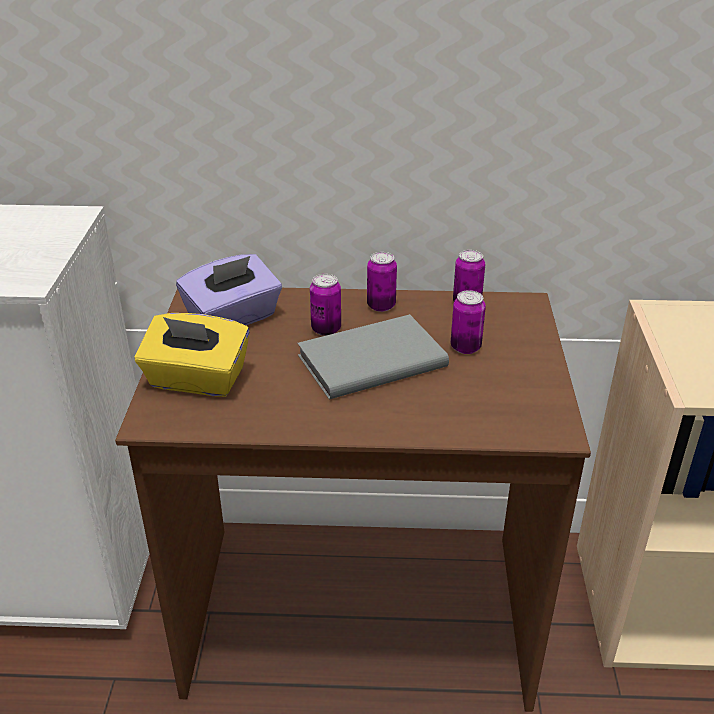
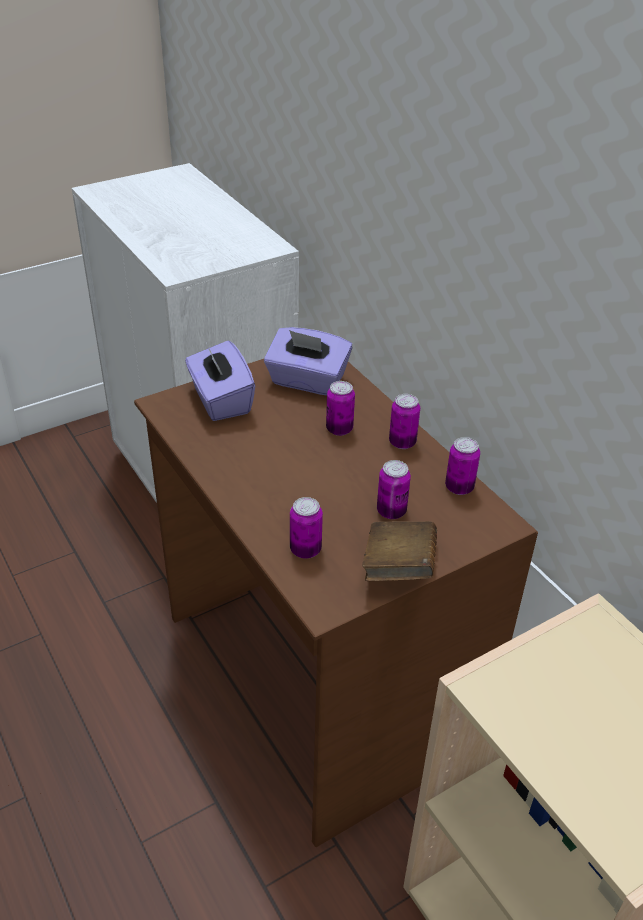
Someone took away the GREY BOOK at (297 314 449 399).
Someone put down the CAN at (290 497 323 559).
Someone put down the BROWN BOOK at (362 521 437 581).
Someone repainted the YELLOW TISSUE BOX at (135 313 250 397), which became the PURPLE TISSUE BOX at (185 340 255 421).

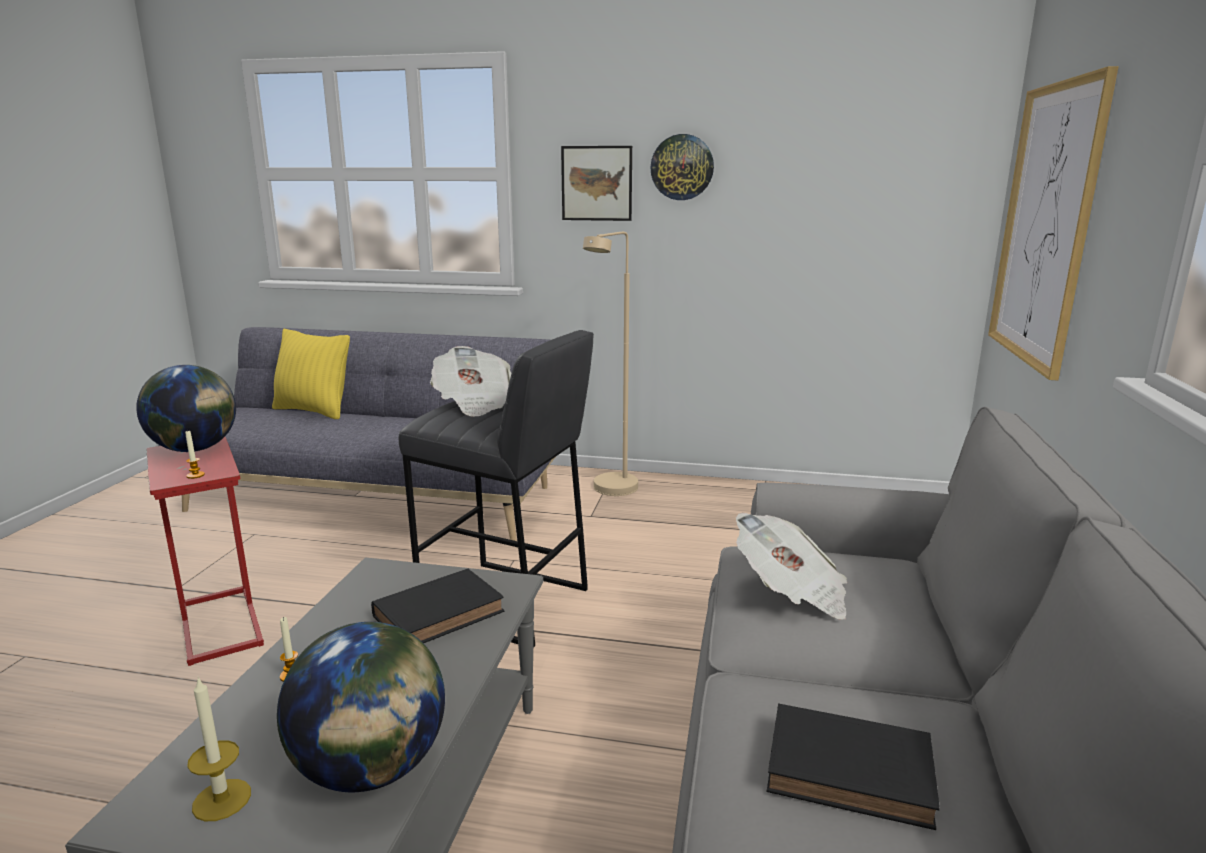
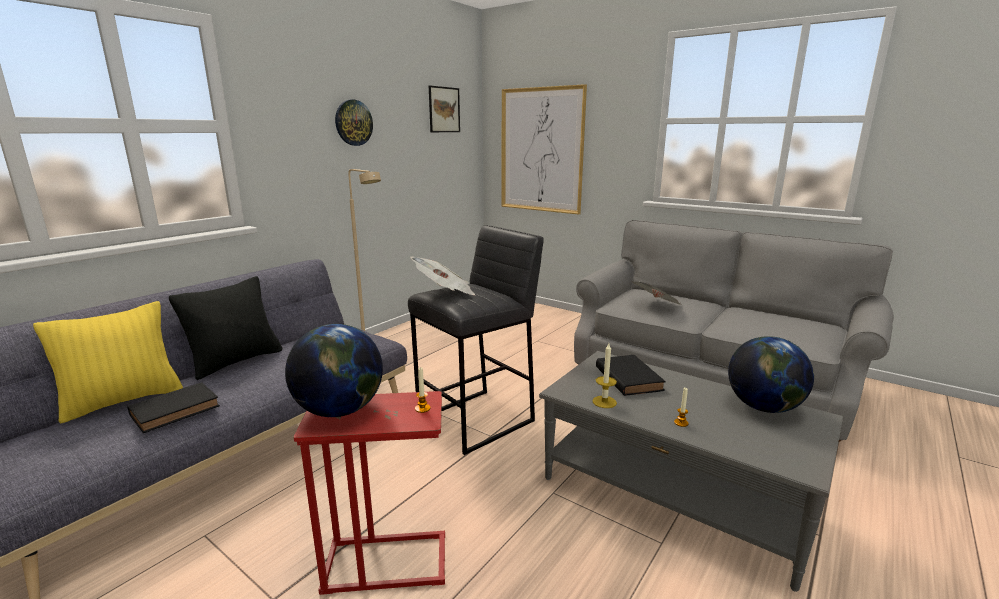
Someone put down the BLACK PILLOW at (169 276 282 380).
Someone carried the CANDLE from (187 676 251 821) to (592 343 617 408).
Someone carried the PICTURE from (561 146 632 221) to (429 86 460 132).
Someone carried the BLACK BOOK from (767 703 940 830) to (127 382 220 433).

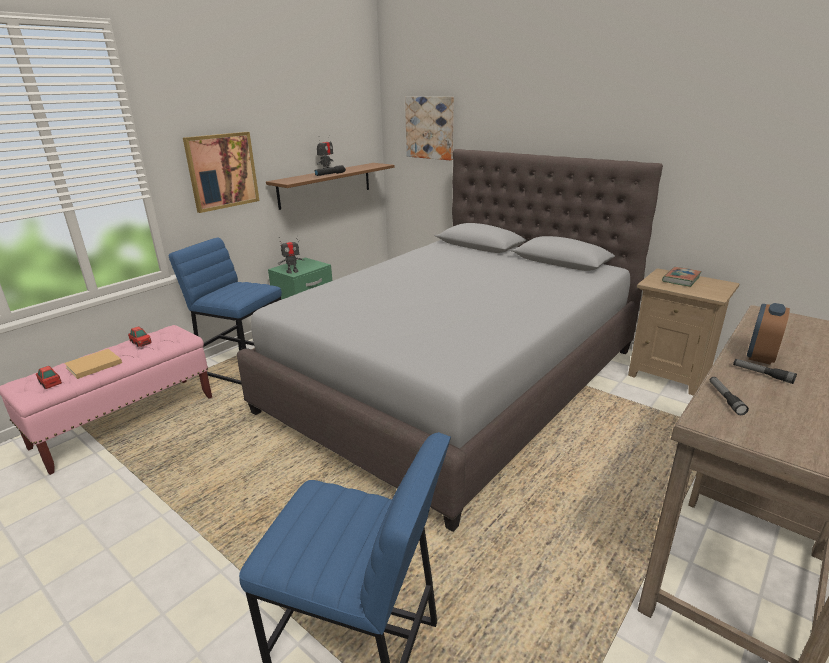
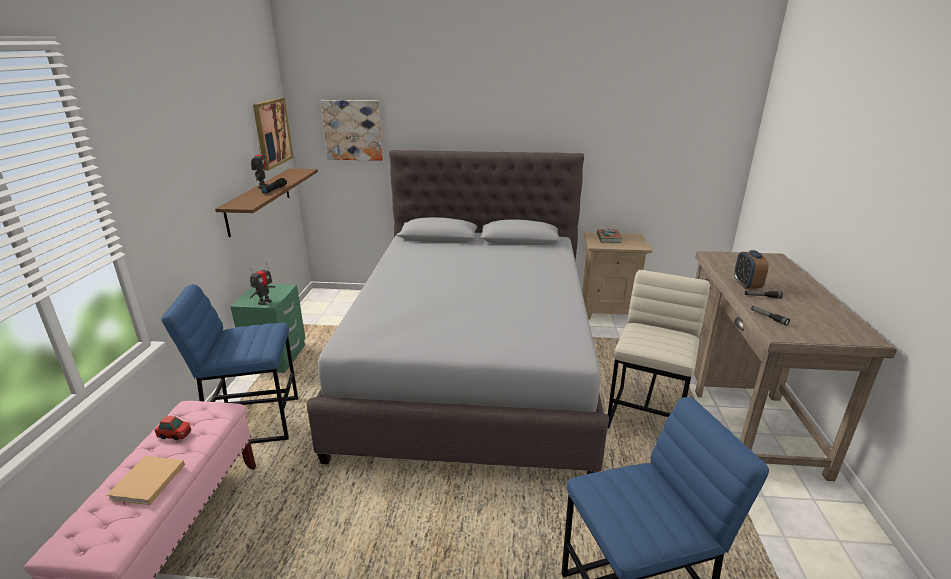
Someone took away the TOY CAR at (36 366 62 389).
Someone put down the BEIGE CHAIR at (608 270 710 428).
Someone carried the PICTURE from (183 132 259 213) to (253 98 294 171).

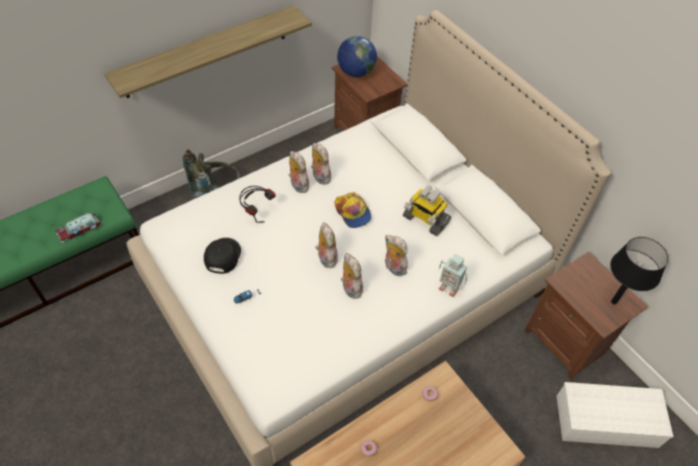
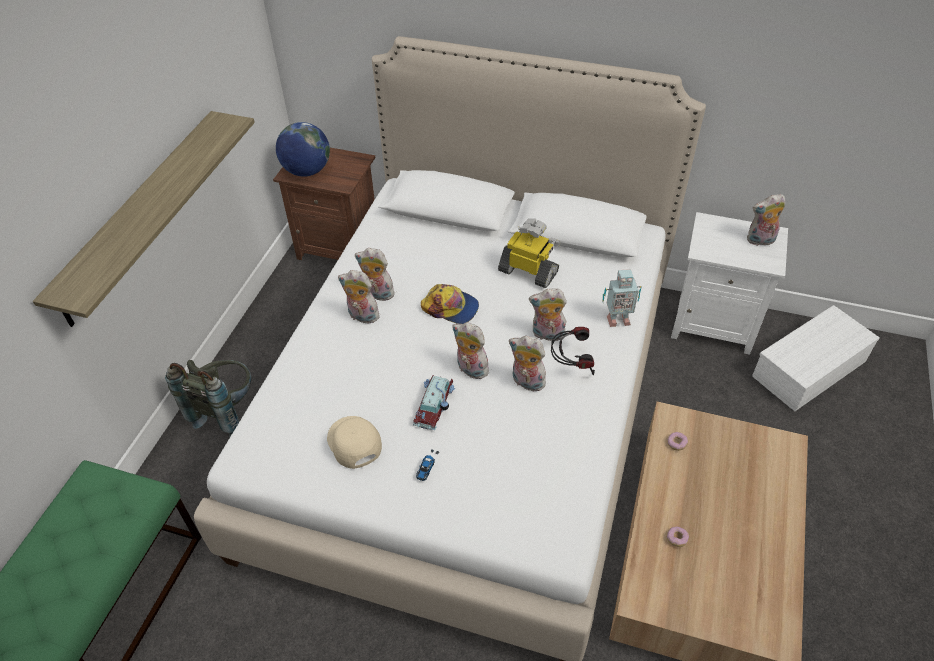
Someone carried the TOY CAR from (55 213 102 243) to (413 375 455 430).
Someone carried the HEADPHONES from (239 186 276 223) to (551 327 595 375).
Someone swapped the BLACK TABLE LAMP at (610 237 668 304) for the PLUSH TOY at (747 194 785 246).
Someone repainted the BLACK CAP at (204 238 241 274), which became the BEIGE CAP at (327 416 382 469).
Someone repainted the BROWN NIGHTSTAND at (525 252 648 380), which became the WHITE NIGHTSTAND at (671 212 788 355).
Someone rotated the TOY ROBOT at (403 185 451 236) by 150 degrees counterclockwise.

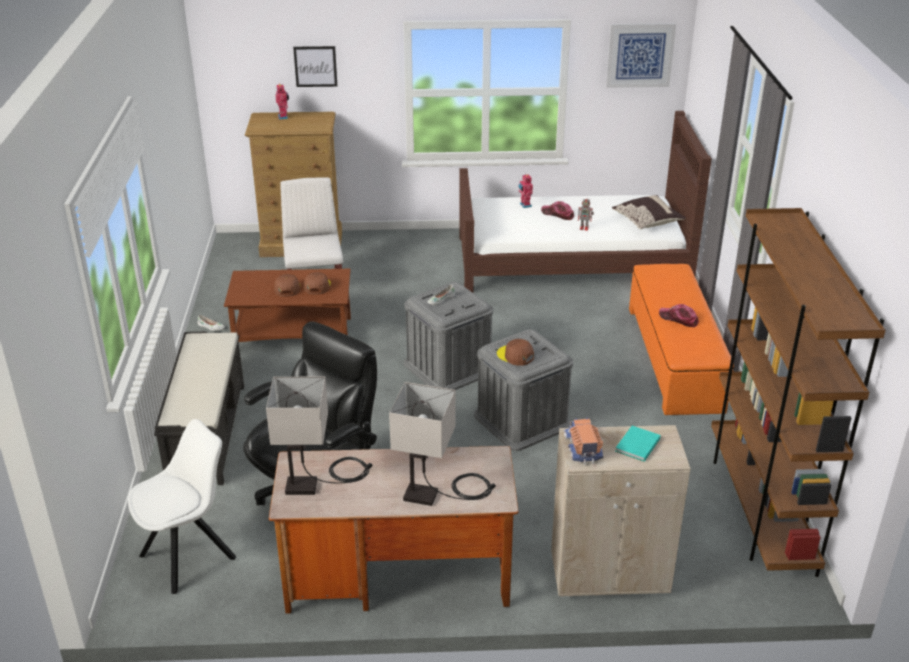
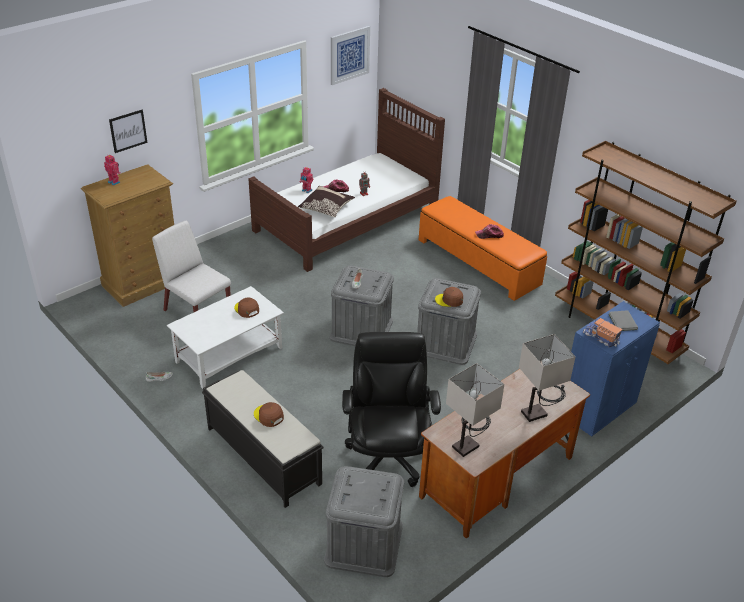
Someone carried the BROWN CAP from (274 274 300 297) to (254 402 284 427).
Someone carried the PILLOW from (612 195 686 229) to (298 186 355 217).
Someone swapped the WHITE CHAIR at (128 419 236 594) for the GREY STORAGE BOX at (324 466 404 577).
Someone repainted the BROWN COFFEE TABLE at (224 269 351 342), which became the WHITE COFFEE TABLE at (167 286 284 389).
Someone repainted the BEIGE CABINET at (551 425 691 596), which became the BLUE CABINET at (570 301 660 437).
Someone repainted the TURQUOISE BOOK at (615 426 661 462), which became the GREY BOOK at (608 310 638 331).

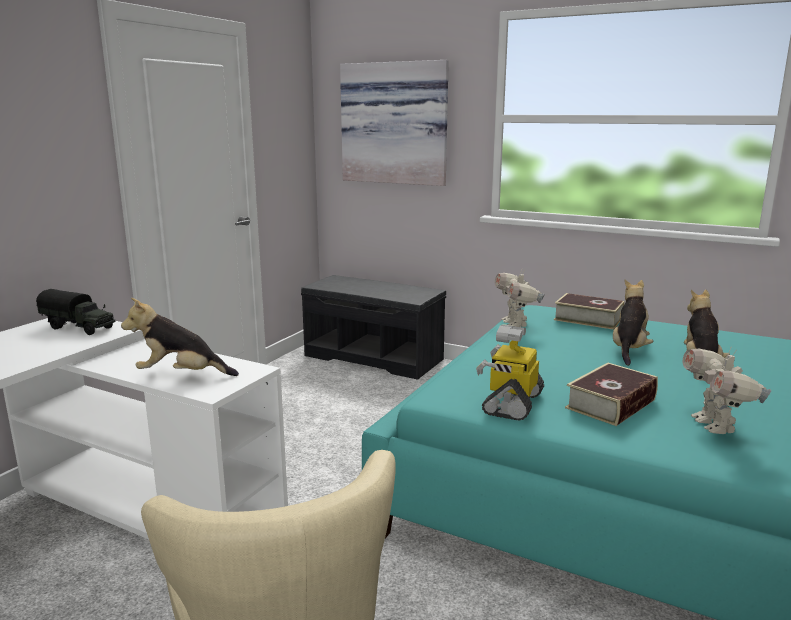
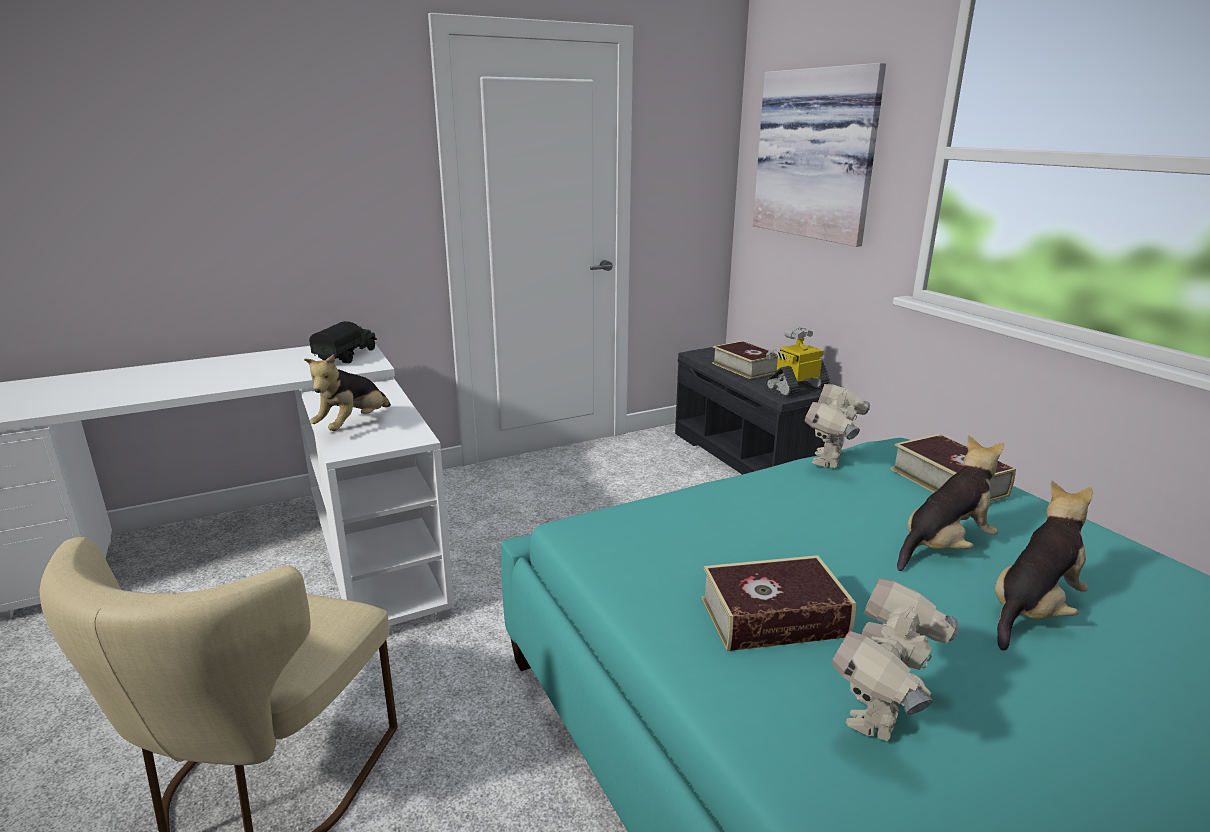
Someone put down the BOOK at (712 341 778 379).
Someone carried the TOY ROBOT from (476 324 544 420) to (765 326 830 397).
Someone rotated the TOY TRUCK at (36 289 116 335) by 135 degrees counterclockwise.
Someone rotated the PLUSH TOY at (121 298 239 376) by 105 degrees counterclockwise.

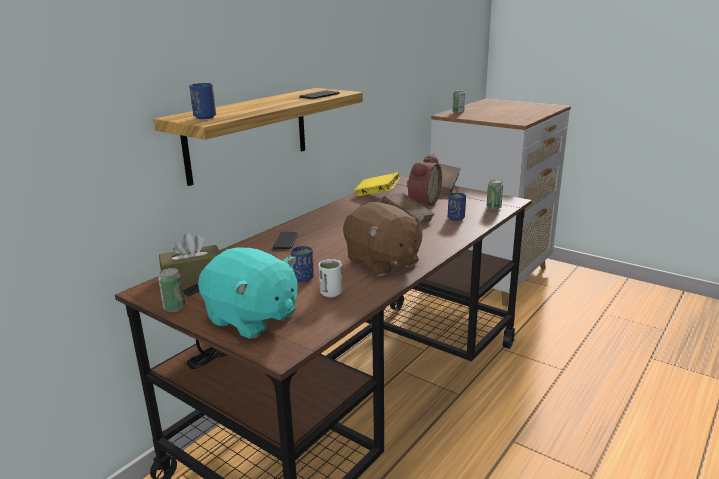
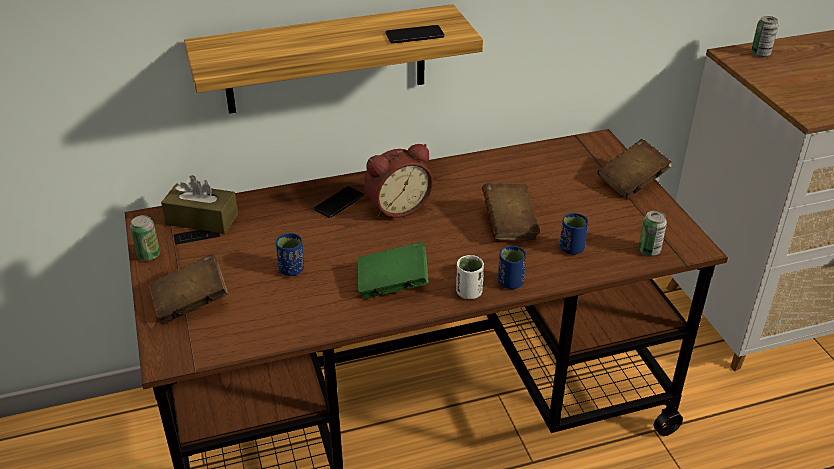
Someone took away the YELLOW BOOK at (354 172 400 196).
Someone carried the BLUE CUP from (189 83 216 119) to (498 246 526 289).
Someone carried the WHITE CUP from (319 259 343 297) to (456 255 484 299).
Someone carried the ALARM CLOCK from (407 154 442 206) to (364 144 433 218).
Someone swapped the TURQUOISE PLUSH TOY at (198 247 298 339) for the BROWN BOOK at (149 254 228 324).
Someone swapped the BROWN PLUSH TOY at (343 202 424 276) for the GREEN BOOK at (358 242 429 299).

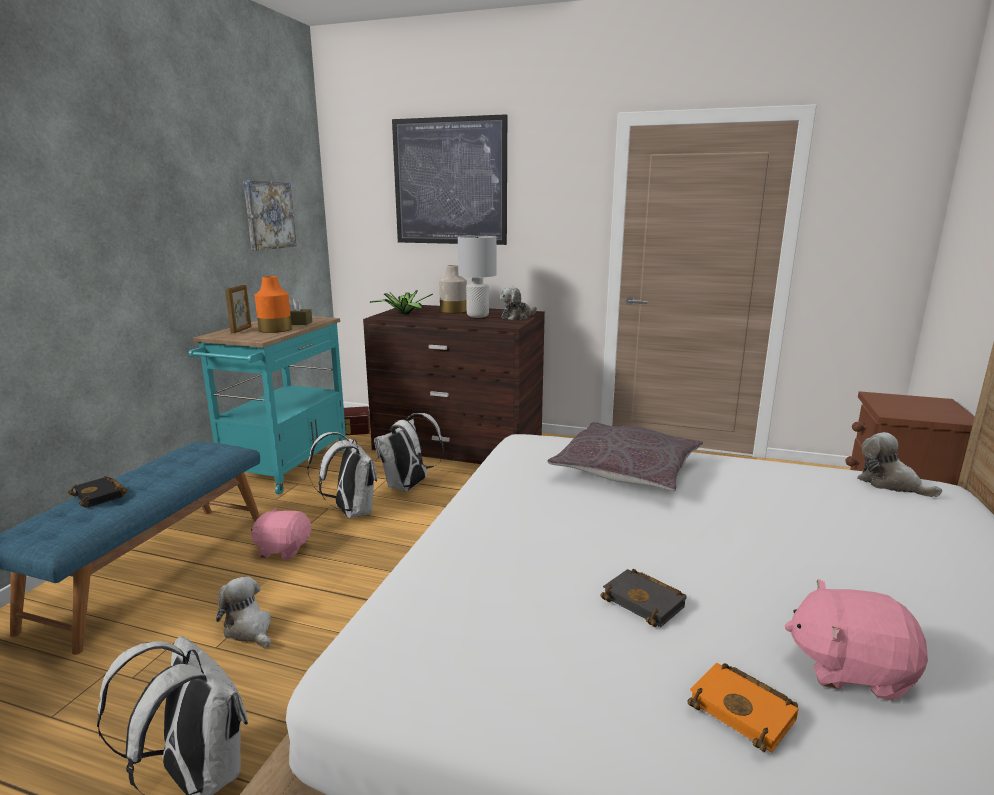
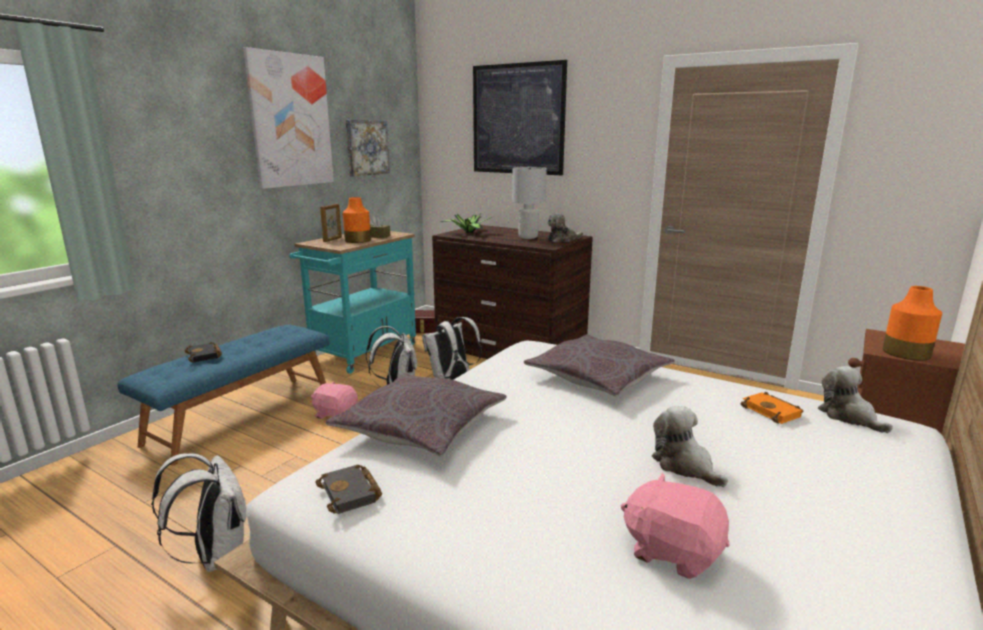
Someone took away the BEIGE VASE at (439 265 467 313).
Someone put up the PICTURE at (243 47 334 189).
Someone put down the GREY PILLOW at (326 373 507 457).
Someone put down the ORANGE VASE at (882 286 942 361).
Someone carried the PLUSH TOY from (216 576 271 648) to (652 406 728 487).
Someone carried the BLACK BOOK from (601 569 687 627) to (315 465 382 514).
Someone carried the ORANGE BOOK from (688 663 798 753) to (741 392 803 424).

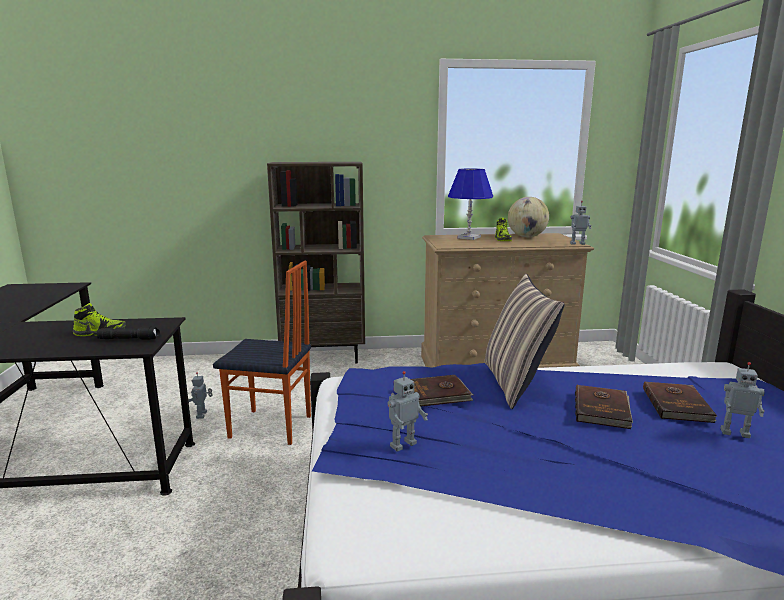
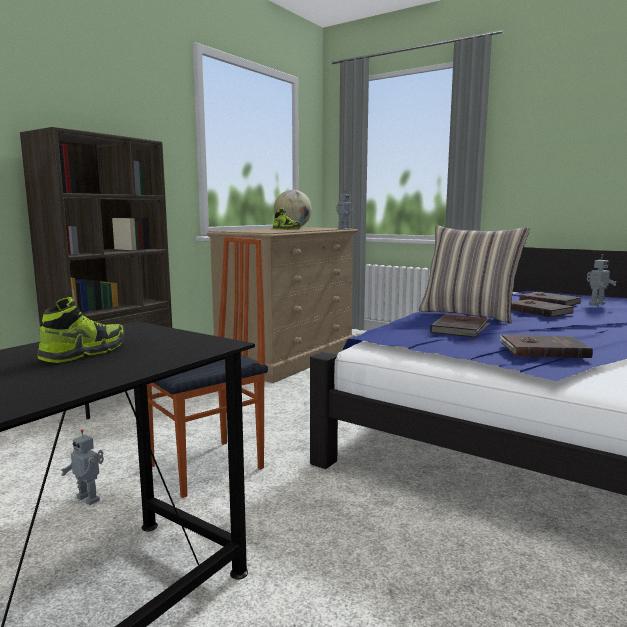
Someone took away the BLACK FLASHLIGHT at (96 327 160 340).
Someone took away the BLUE TABLE LAMP at (448 169 493 240).
Someone swapped the TOY ROBOT at (387 371 428 452) for the BROWN BOOK at (499 335 593 358).

